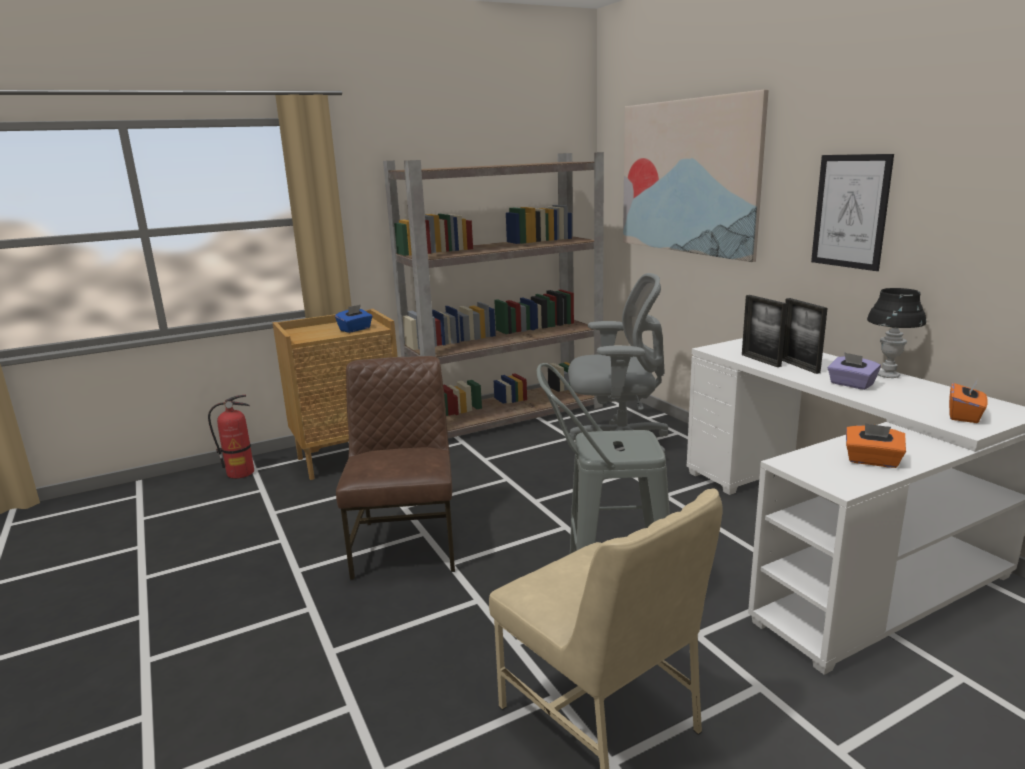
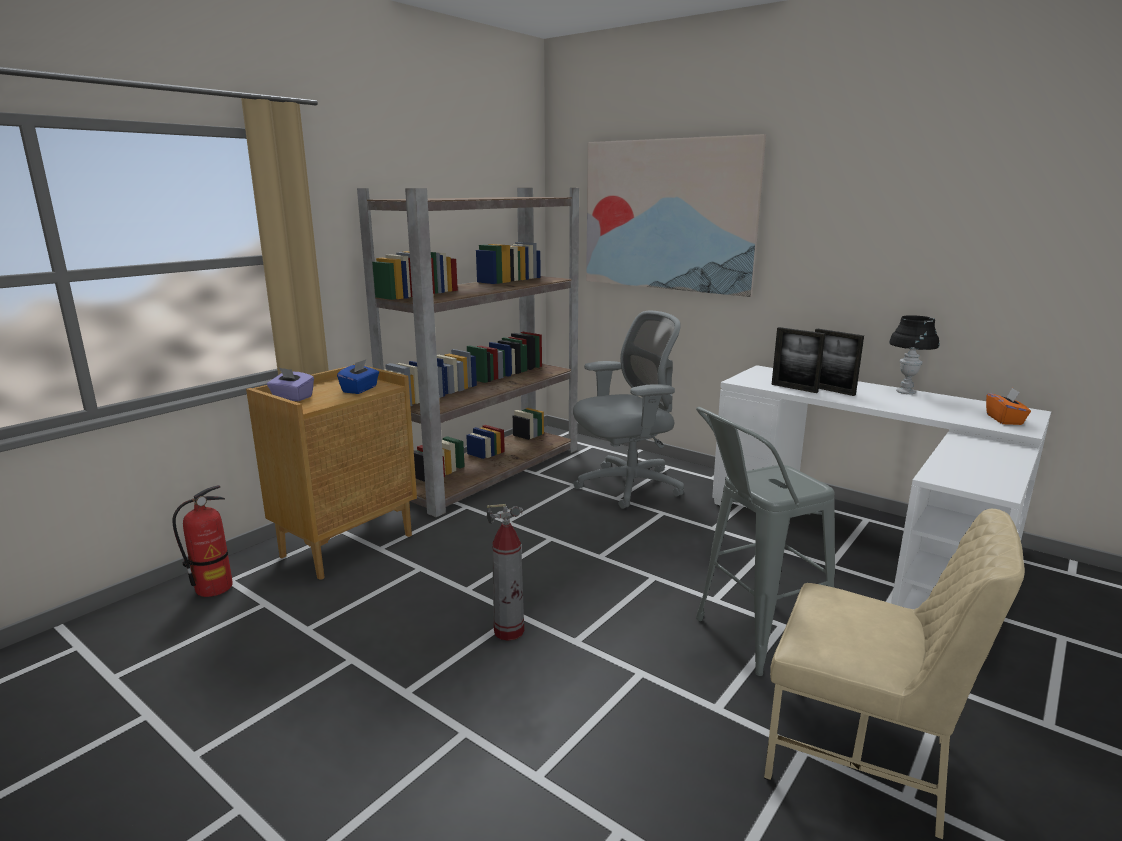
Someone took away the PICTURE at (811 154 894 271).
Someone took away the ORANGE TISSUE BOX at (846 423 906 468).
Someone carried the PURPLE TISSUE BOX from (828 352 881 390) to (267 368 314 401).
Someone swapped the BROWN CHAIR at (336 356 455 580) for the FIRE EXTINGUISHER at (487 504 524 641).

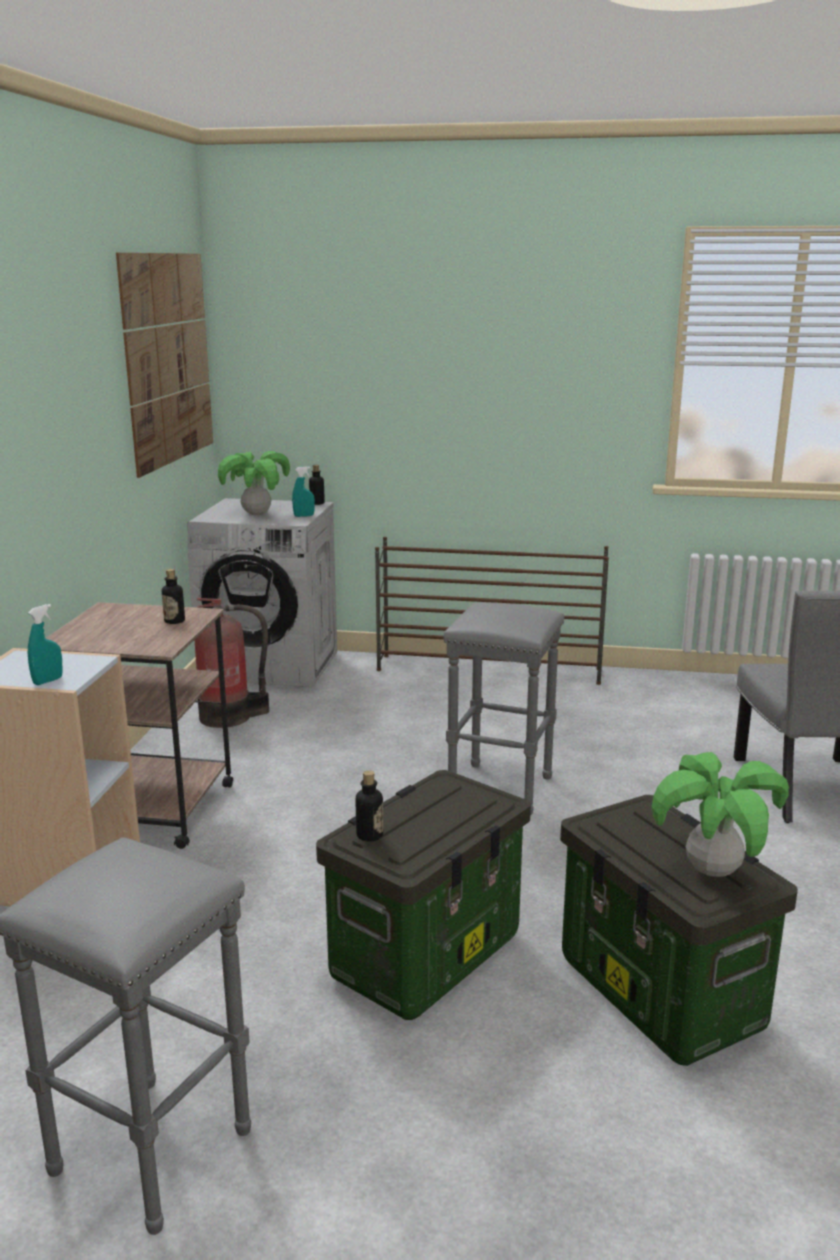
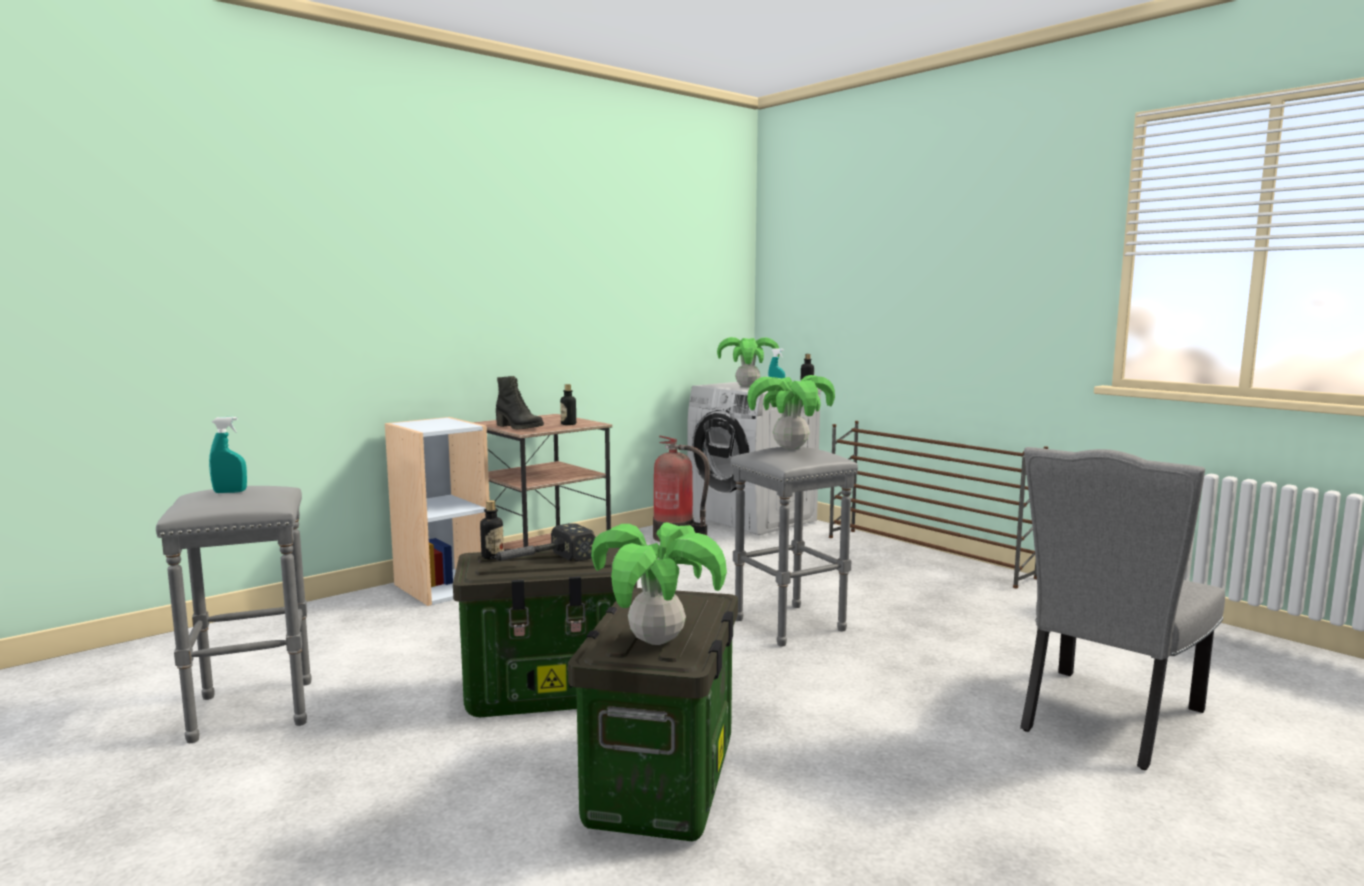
Someone took away the PICTURE at (116 253 213 478).
Someone put down the HAMMER at (490 523 596 561).
Someone put down the BLACK BOOT at (496 376 544 430).
Someone put down the POTTED PLANT at (747 375 835 449).
Someone carried the TURQUOISE SPRAY BOTTLE from (28 604 63 685) to (209 417 247 493).

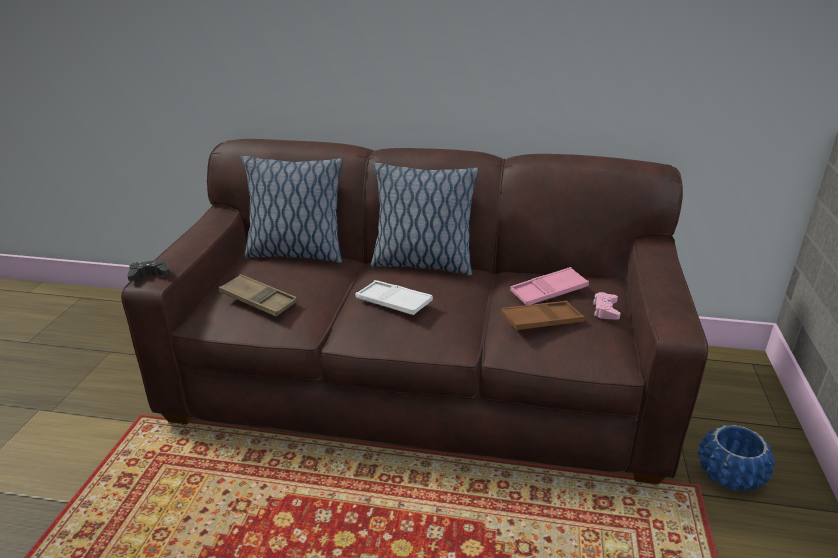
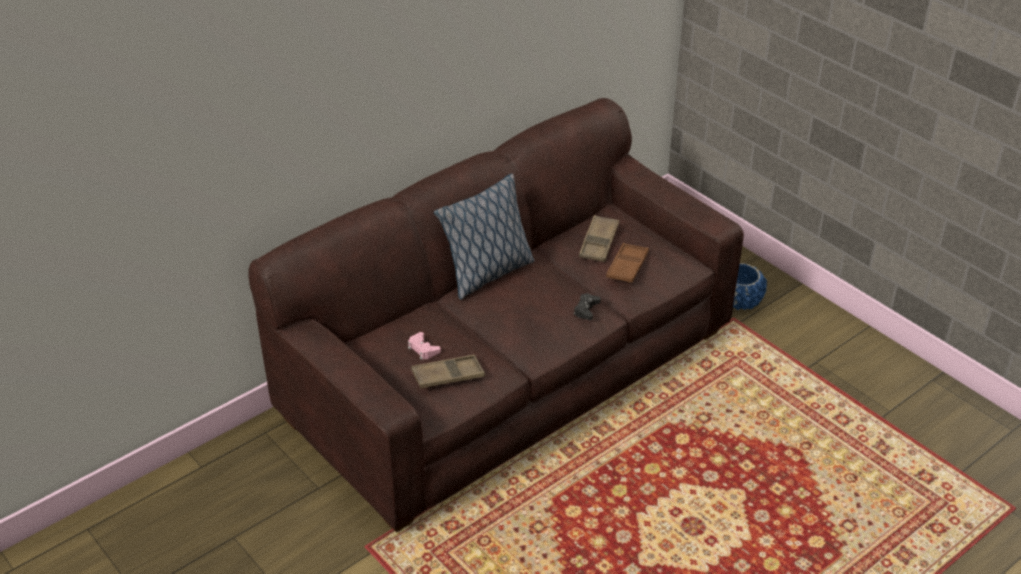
Someone took away the PILLOW at (241 156 342 263).
Someone took away the WHITE TRAY at (355 280 433 315).
Someone carried the BLACK GAME CONTROLLER from (127 259 170 281) to (574 293 601 320).
Someone carried the PINK GAME CONTROLLER from (593 292 621 320) to (408 332 441 360).
Someone repainted the PINK TRAY at (510 267 589 305), which became the BROWN TRAY at (579 215 619 262).

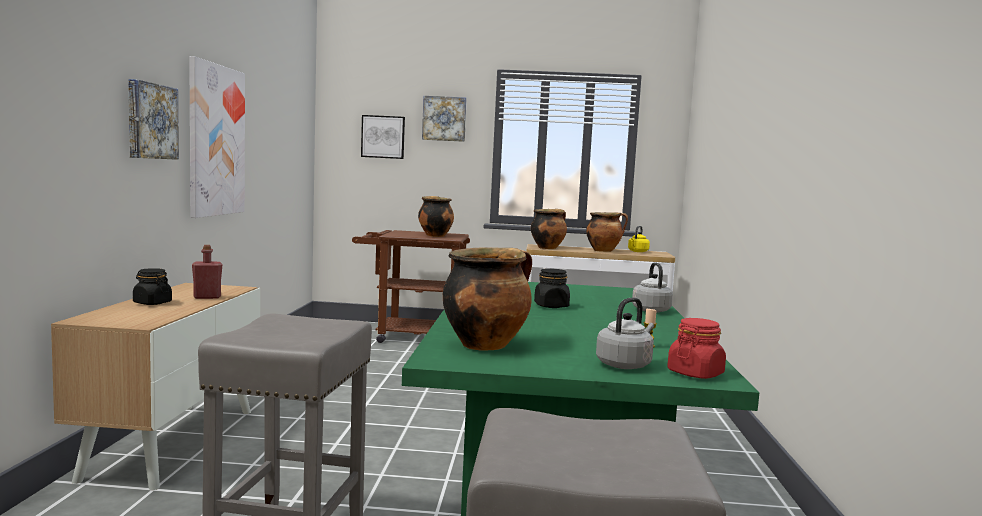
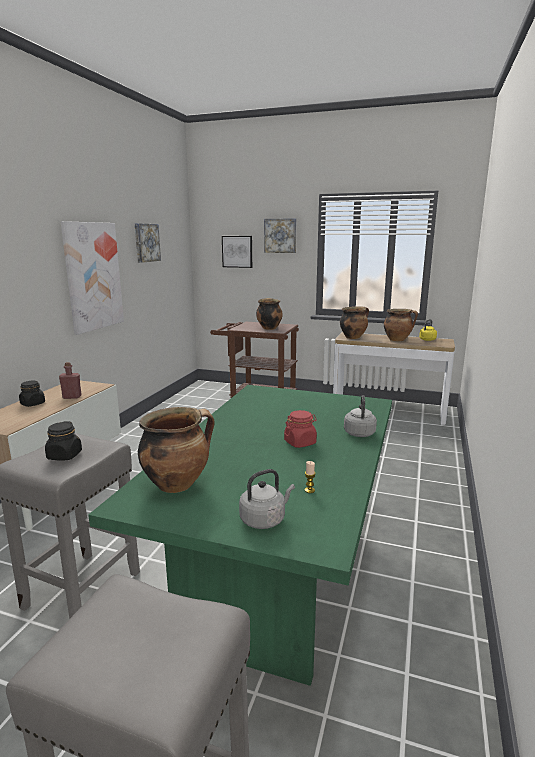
Someone carried the PICTURE from (128 79 179 160) to (135 223 161 263).
Someone carried the BLACK JAR from (534 268 570 308) to (45 421 82 460).
Someone carried the RED JAR from (667 318 726 379) to (284 410 317 448).

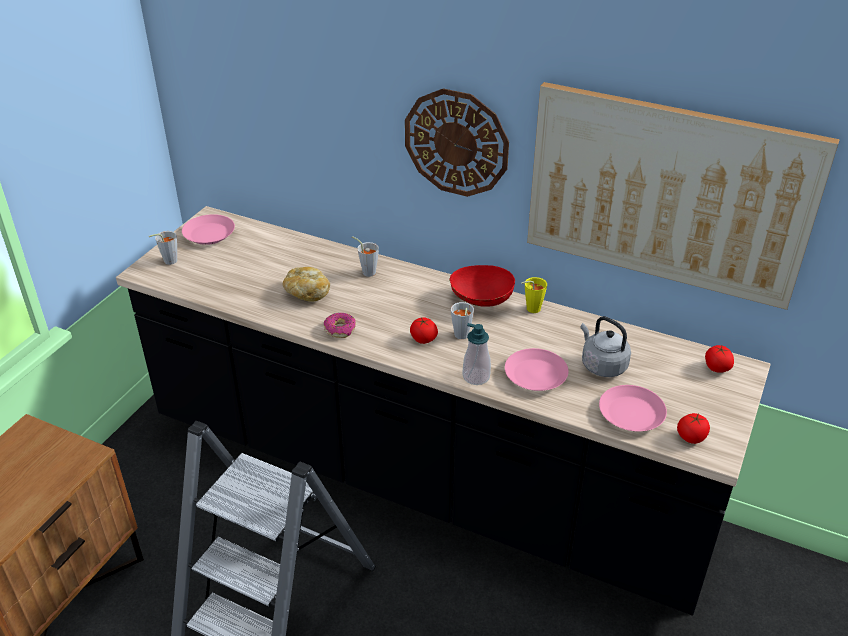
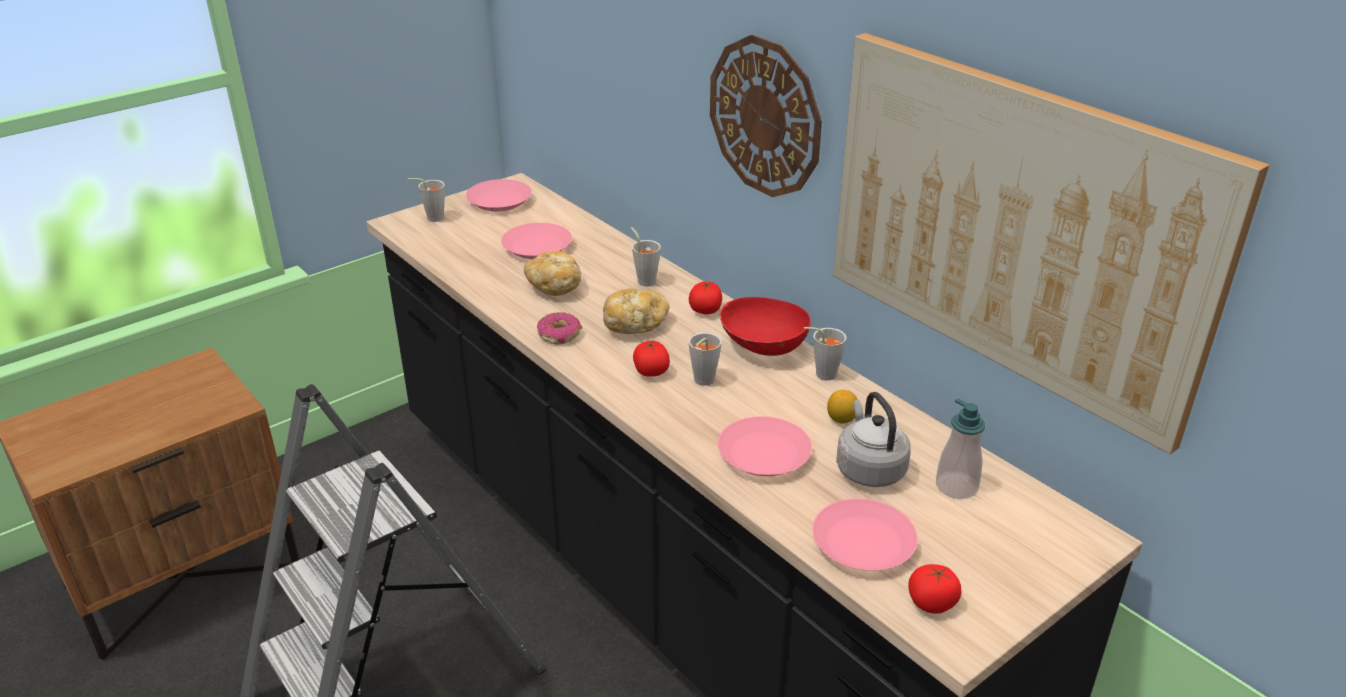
Someone put down the PINK PLATE at (501 223 572 259).
Someone put down the BREAD at (603 289 669 334).
Someone put down the LEMON at (827 390 858 423).
Someone carried the SOAP DISPENSER from (462 323 491 385) to (936 399 985 499).
Someone carried the TOMATO from (705 345 734 373) to (689 281 722 314).
Someone repainted the YELLOW CUP at (521 277 547 313), which became the GREY CUP at (804 327 847 381).

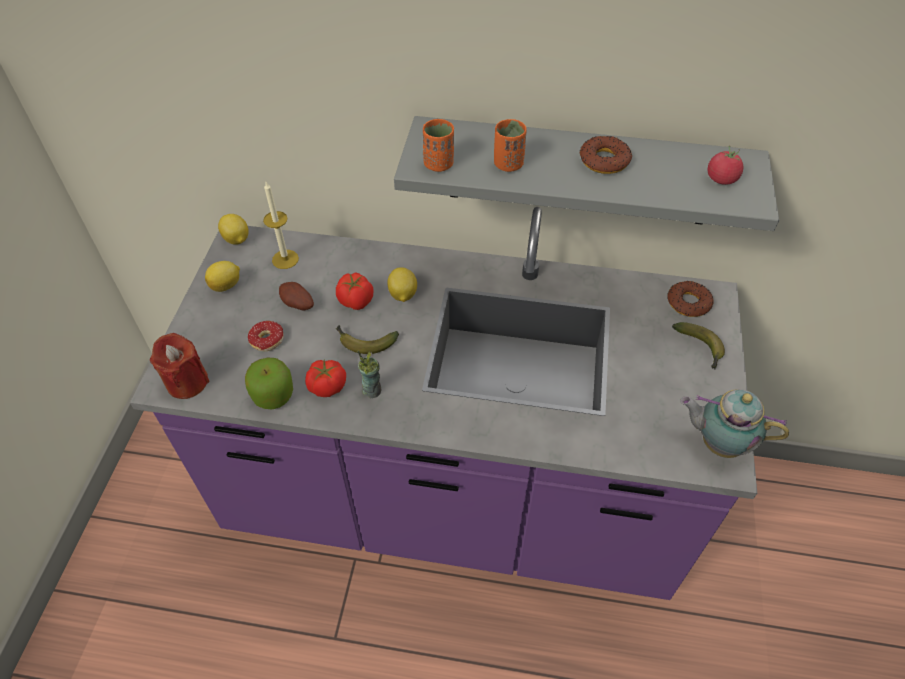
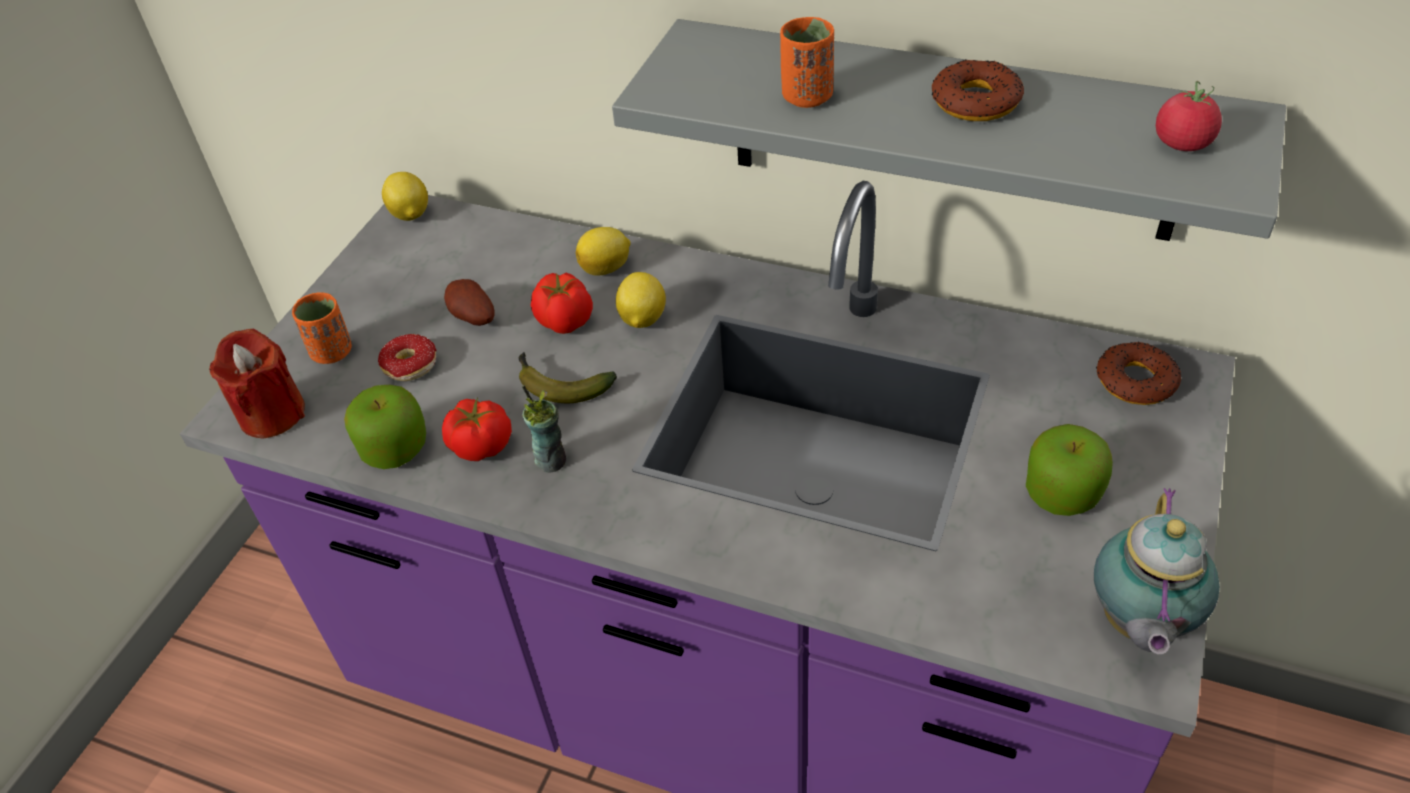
Someone took away the CANDLE at (263 182 299 269).
Someone took away the BANANA at (672 322 725 369).
Someone put down the APPLE at (1026 424 1113 516).
Someone carried the LEMON from (205 261 240 292) to (576 227 631 276).
Someone carried the ORANGE CUP from (423 119 454 172) to (292 292 352 364).
Someone rotated the TEAPOT at (680 389 789 458) by 105 degrees counterclockwise.

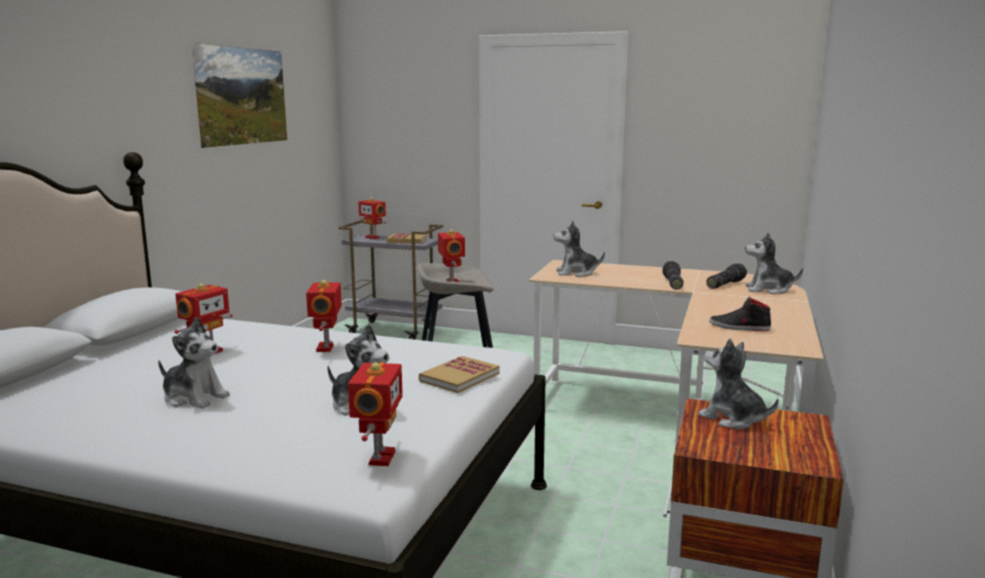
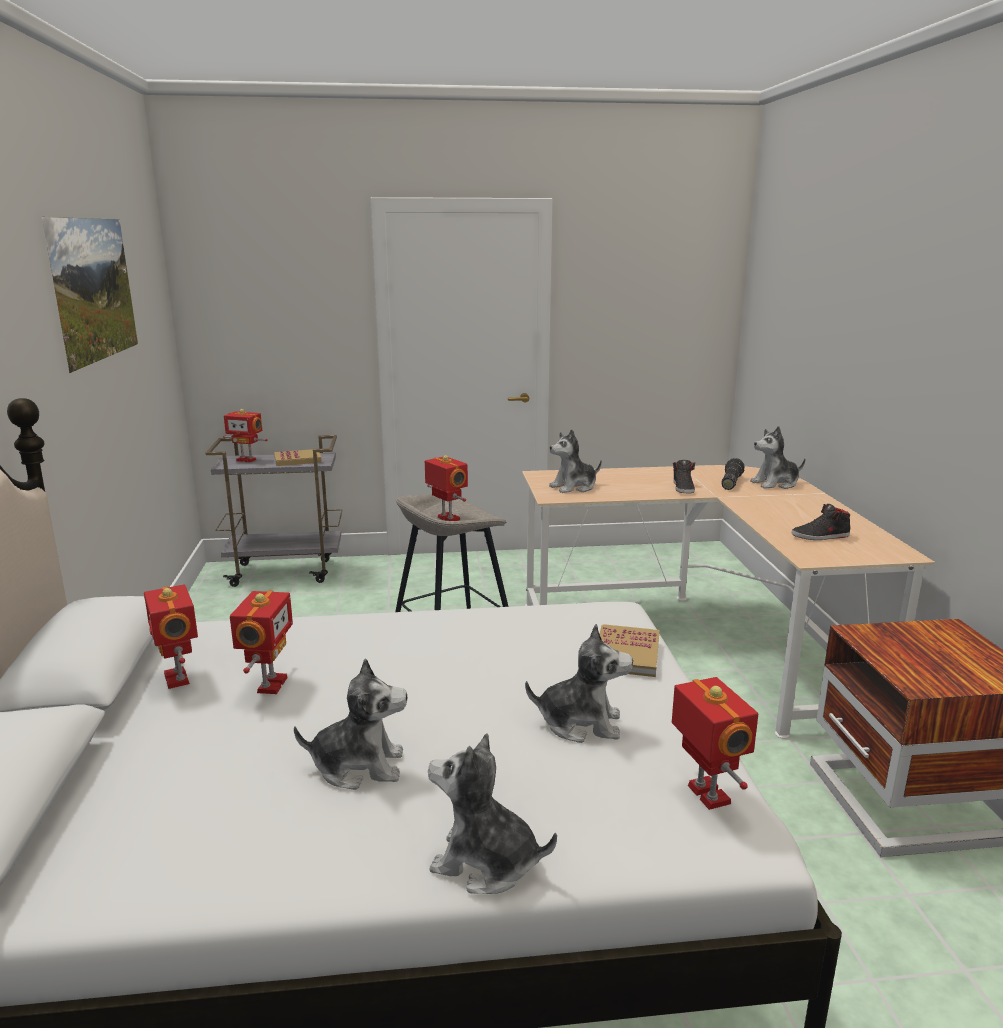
Someone carried the TOY ROBOT from (306 280 342 352) to (144 585 198 689).
Someone carried the PLUSH TOY from (698 338 779 429) to (428 733 557 894).
Someone swapped the FLASHLIGHT at (662 261 683 290) for the BLACK SHOE at (673 460 695 493).

